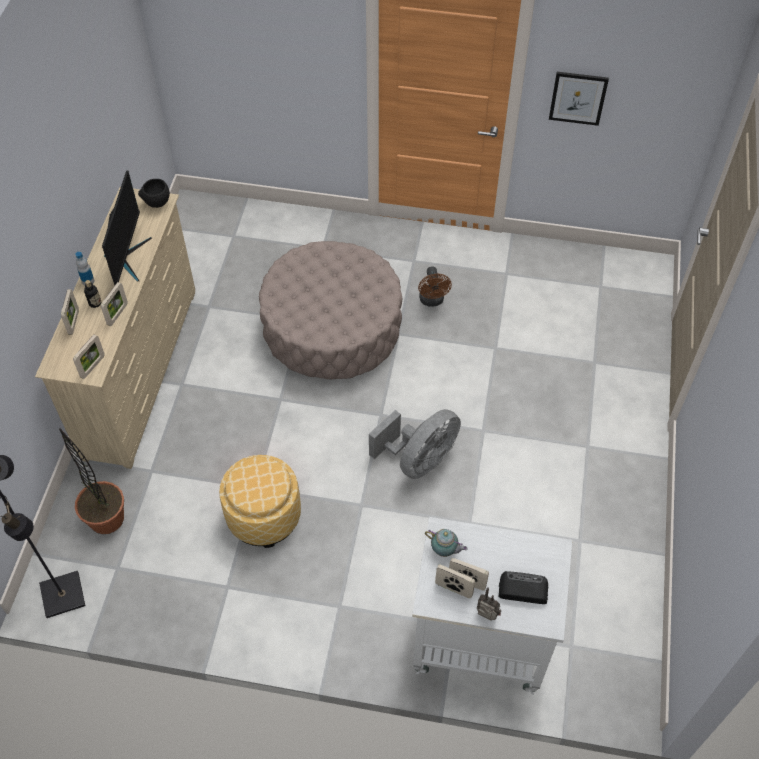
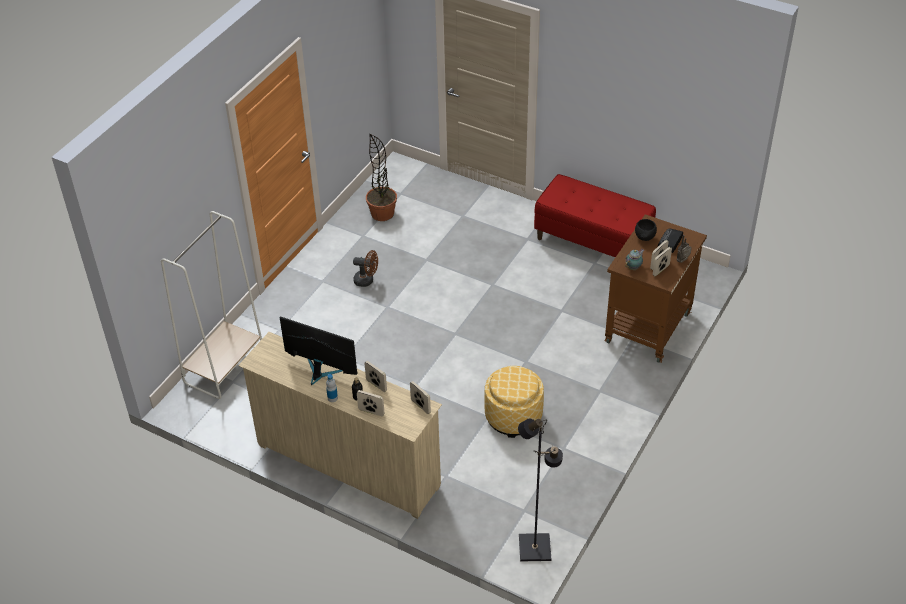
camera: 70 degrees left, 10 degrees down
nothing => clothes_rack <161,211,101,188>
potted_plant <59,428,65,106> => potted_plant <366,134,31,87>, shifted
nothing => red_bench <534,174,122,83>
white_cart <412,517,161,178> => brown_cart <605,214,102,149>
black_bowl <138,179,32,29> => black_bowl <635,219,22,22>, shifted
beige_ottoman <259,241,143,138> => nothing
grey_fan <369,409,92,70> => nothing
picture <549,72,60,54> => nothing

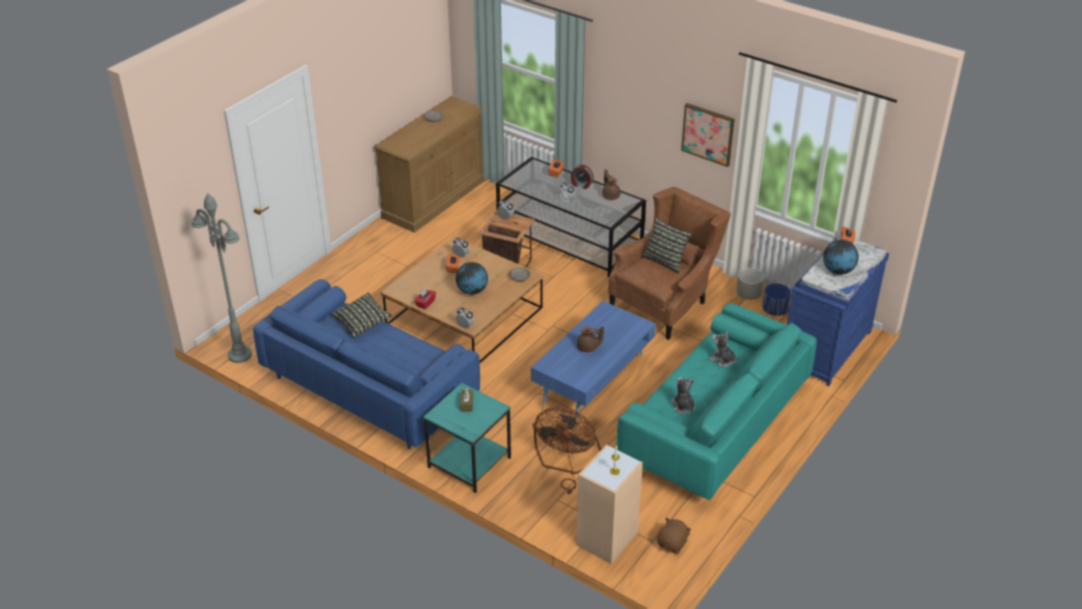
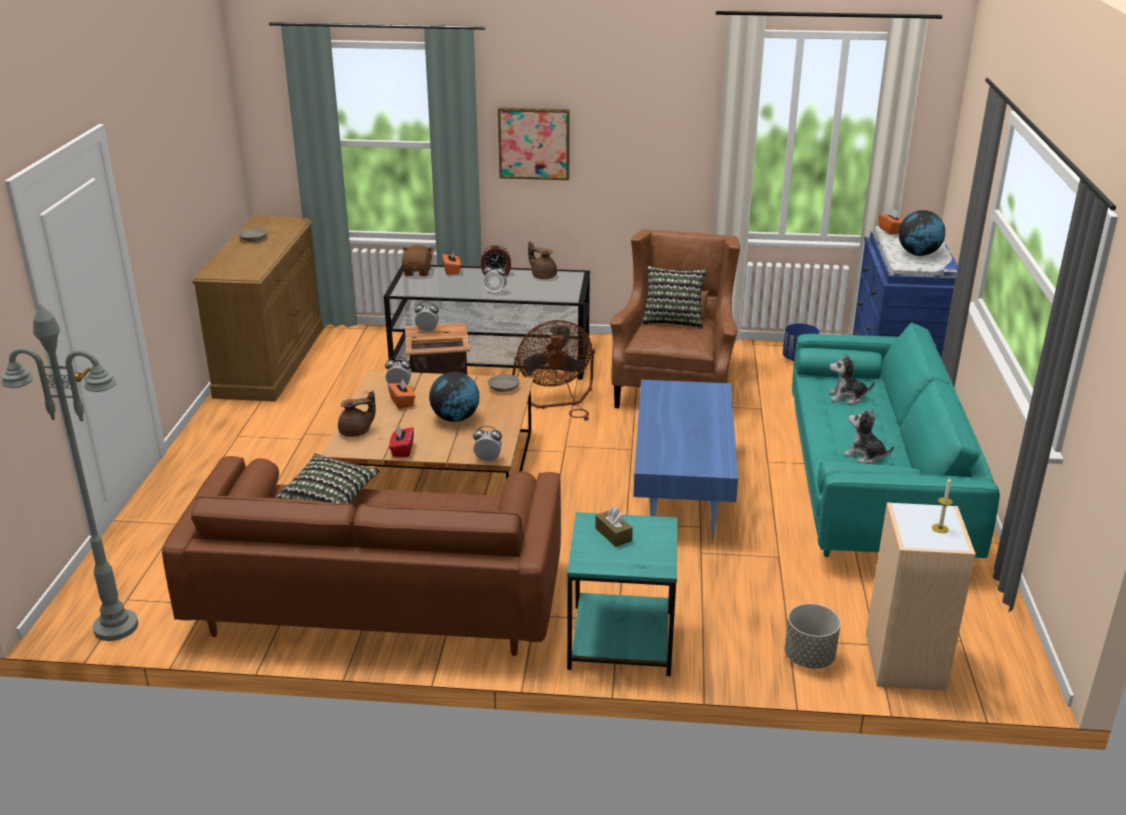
camera: 30 degrees left, 10 degrees down
blue_sofa <253,279,227,170> => brown_sofa <162,456,399,200>
brown_teapot <577,327,27,25> => brown_teapot <338,391,38,46>, shifted
brown_plush_toy <657,518,34,36> => brown_plush_toy <402,245,31,31>, shifted
picture <681,103,54,64> => picture <498,107,72,73>, shifted
brown_fan <532,407,69,87> => brown_fan <512,320,83,100>, shifted
grey_planter <736,268,28,32> => grey_planter <785,604,56,65>, shifted

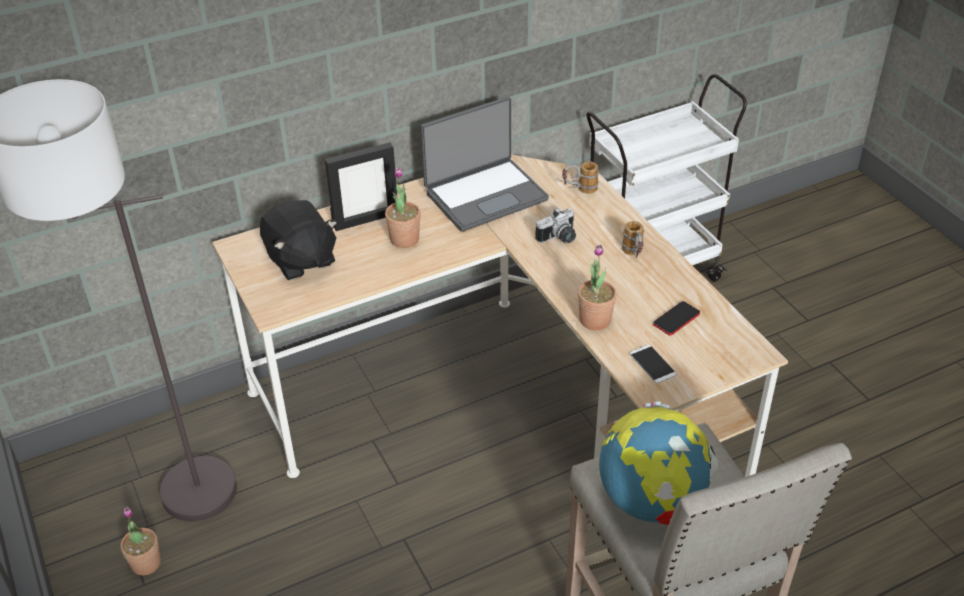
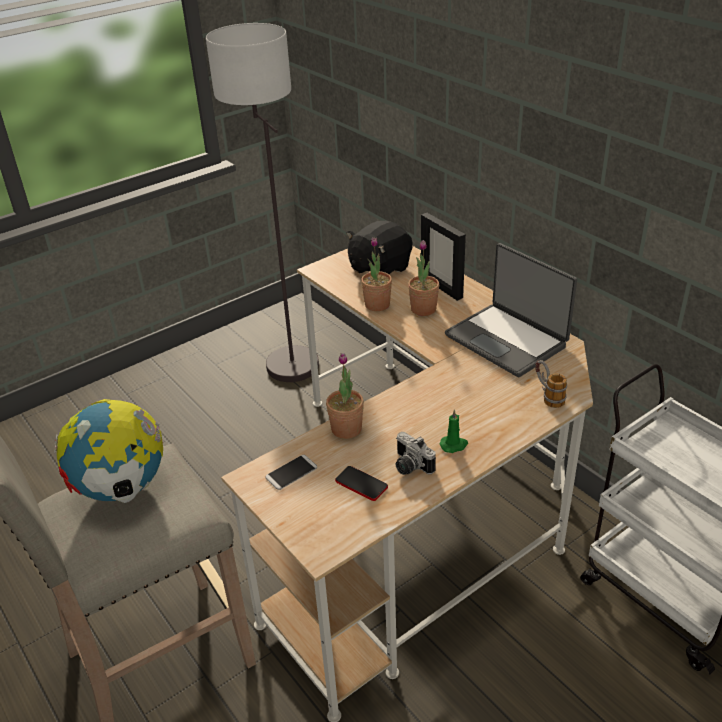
camera: 80 degrees right, 5 degrees down
potted_plant <120,506,41,69> => potted_plant <361,237,31,74>, shifted
photo_camera <535,208,41,35> => photo_camera <395,432,41,43>, shifted
mug <622,221,22,37> => green_candle <440,409,28,44>

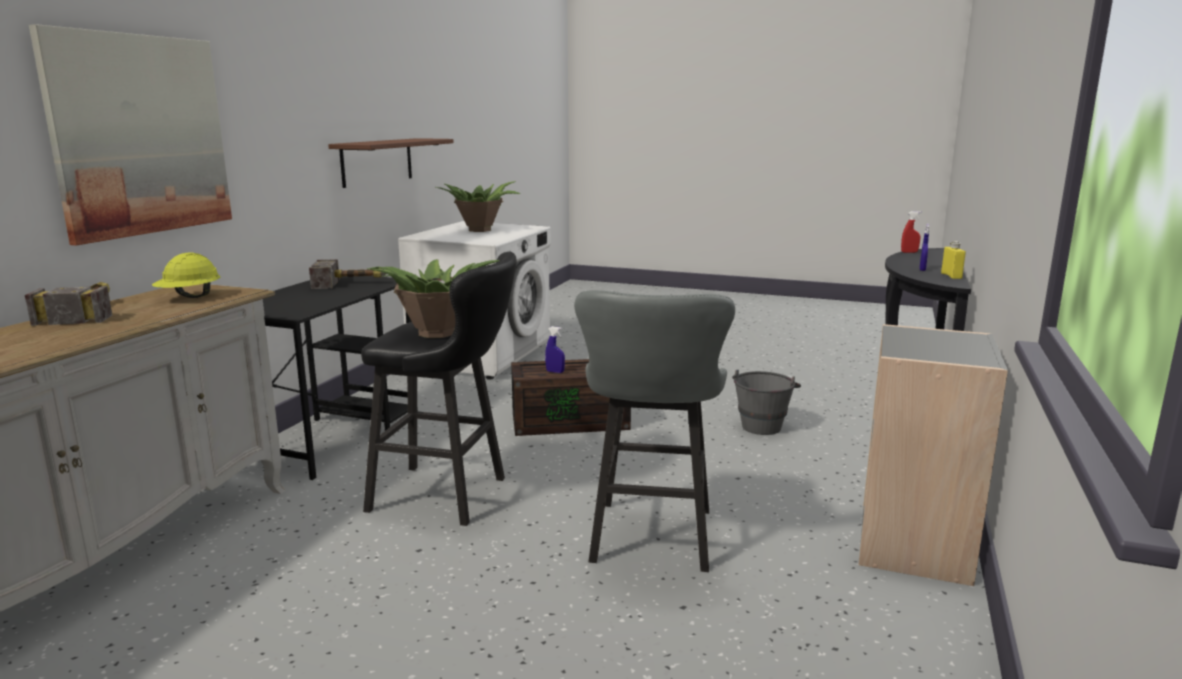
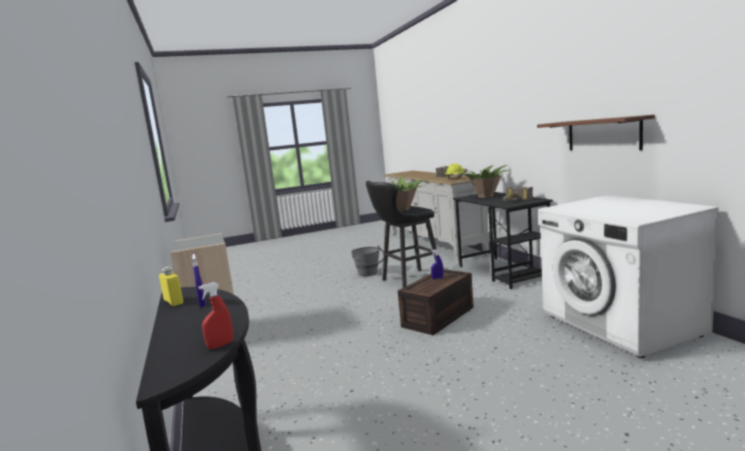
camera: 140 degrees right, 5 degrees down
grey_bucket <732,370,69,65> => grey_bucket <351,245,33,31>, shifted
potted_plant <436,181,84,51> => potted_plant <459,165,50,33>, shifted
picture <29,24,203,222> => nothing
grey_stool <574,290,161,282> => nothing

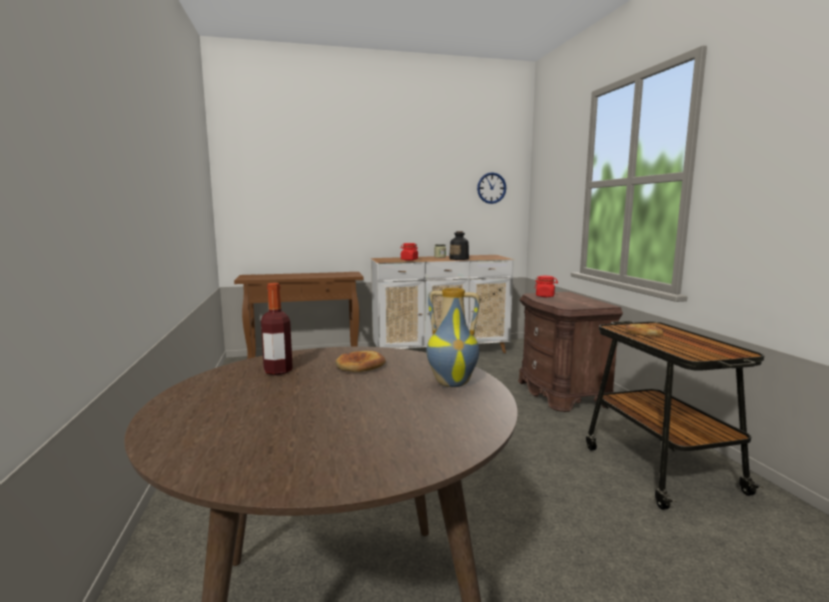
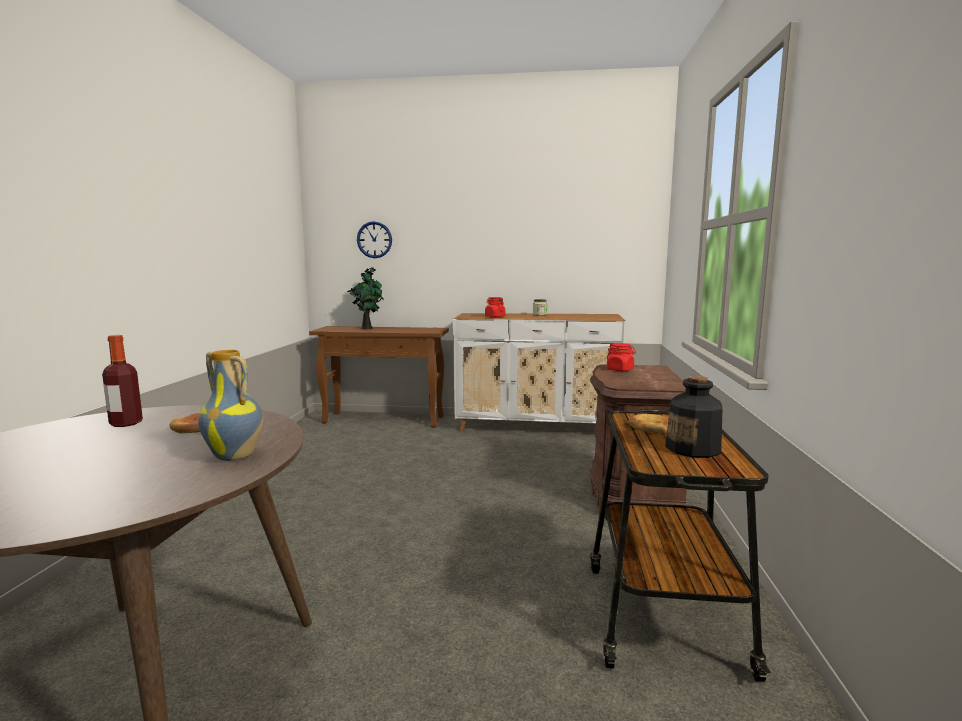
camera: 20 degrees right, 0 degrees up
nothing => potted_plant <347,268,37,61>
wall_clock <477,172,29,32> => wall_clock <357,221,35,37>, shifted
bottle <449,231,20,29> => bottle <665,376,57,82>, shifted

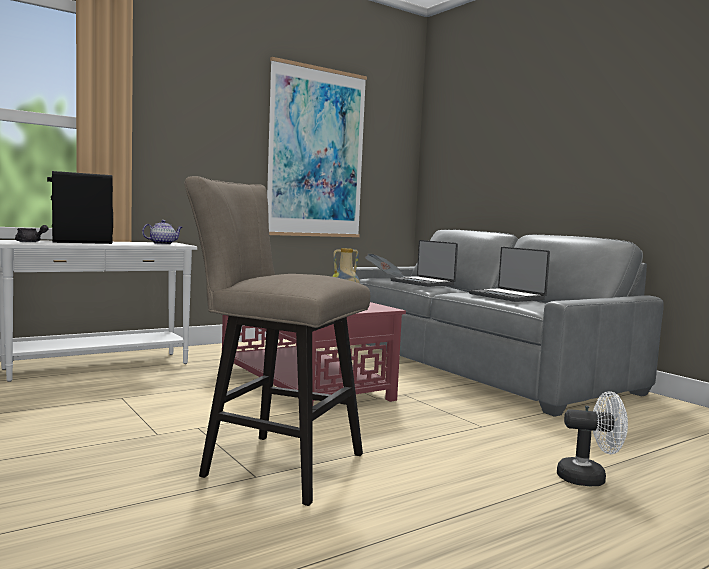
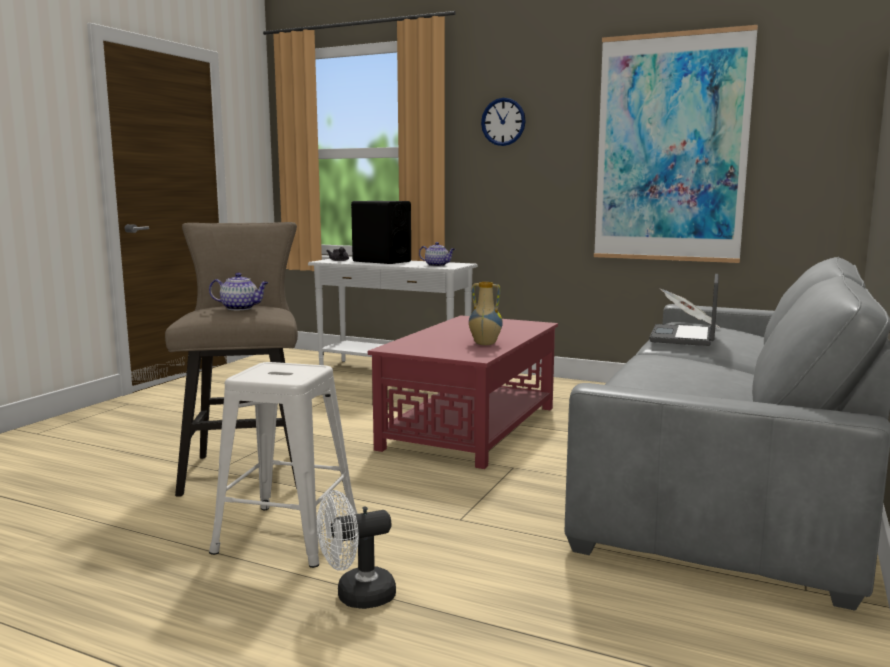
camera: 60 degrees right, 5 degrees up
nothing => teapot <209,273,59,37>
nothing => white_stool <209,362,149,206>
white_fan <557,391,71,95> => white_fan <317,490,79,119>, 90 degrees clockwise
nothing => wall_clock <481,98,45,48>
laptop <469,247,81,55> => nothing

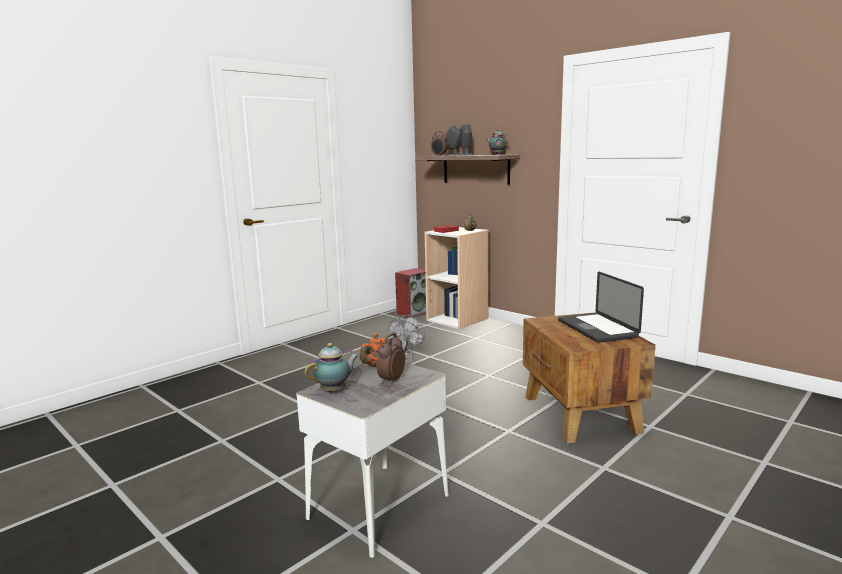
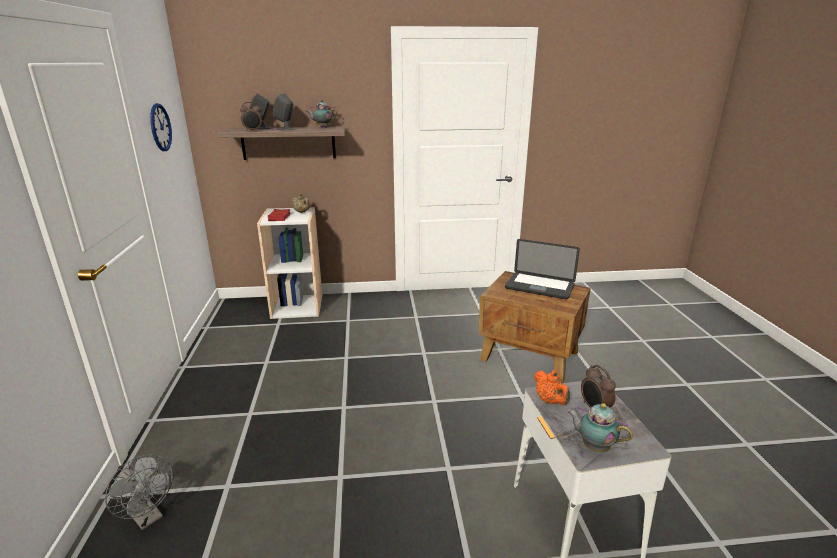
camera: 50 degrees left, 10 degrees up
grey_fan <386,315,39,48> => grey_fan <105,454,68,76>, shifted
nothing => wall_clock <150,103,22,48>
teapot <304,343,55,50> => teapot <567,403,66,49>, 60 degrees counterclockwise
speaker <395,268,31,50> => nothing

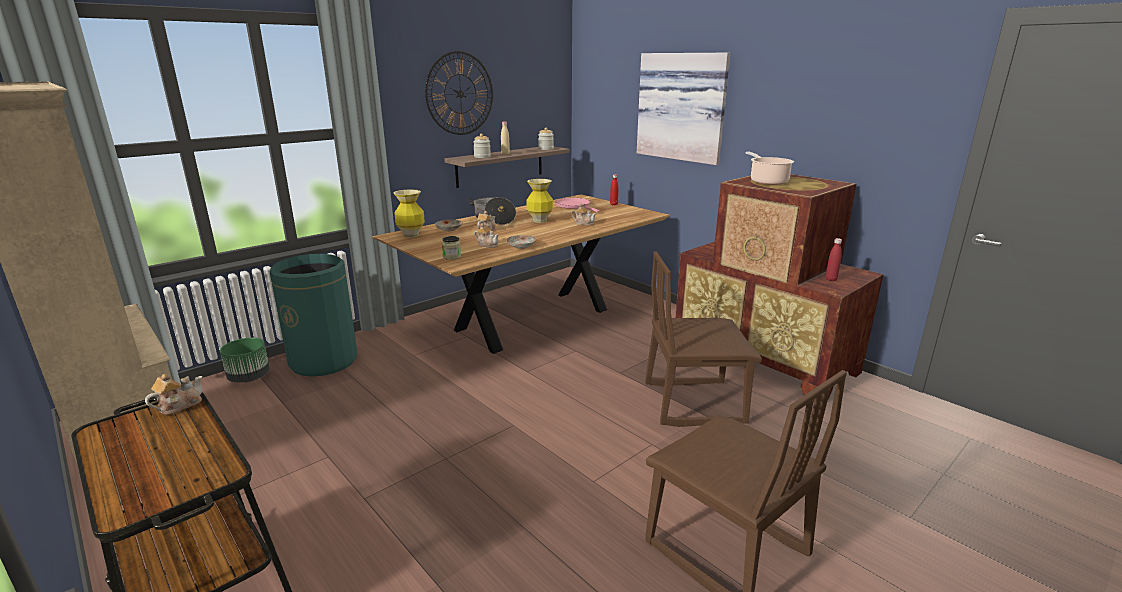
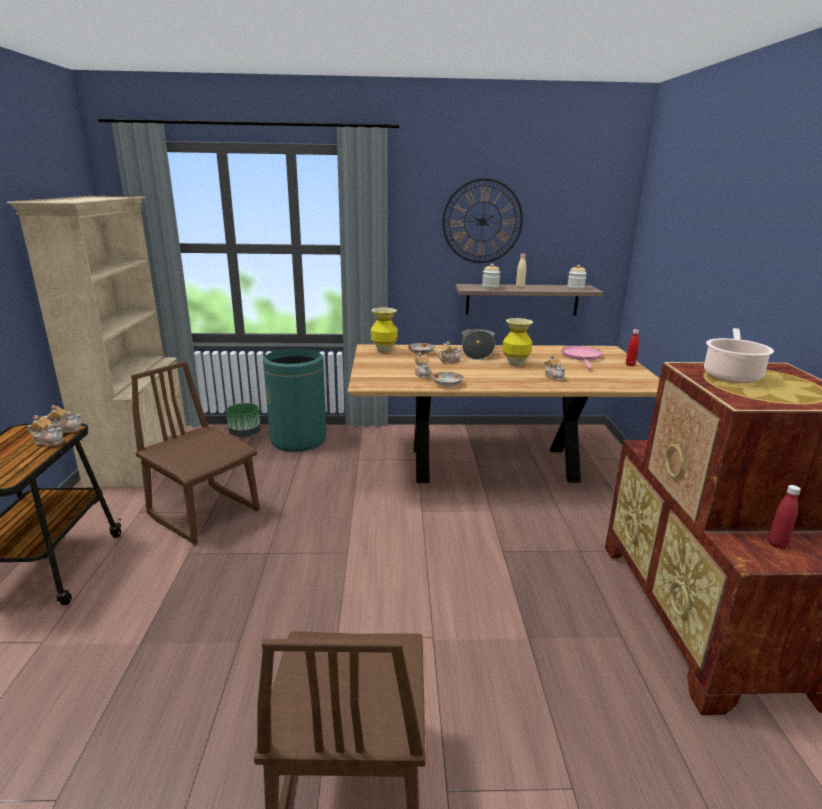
camera: 40 degrees right, 0 degrees up
nothing => teapot <27,415,37,31>
brown_chair <645,251,117,176> => brown_chair <131,361,129,184>, shifted
jar <442,236,19,24> => nothing
picture <637,53,93,112> => nothing

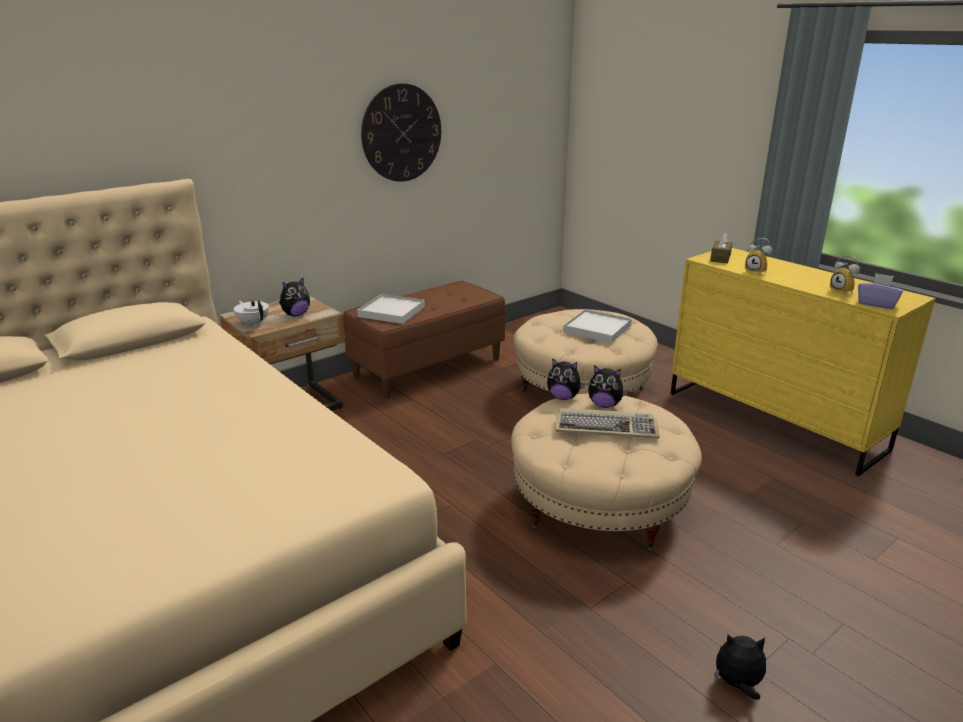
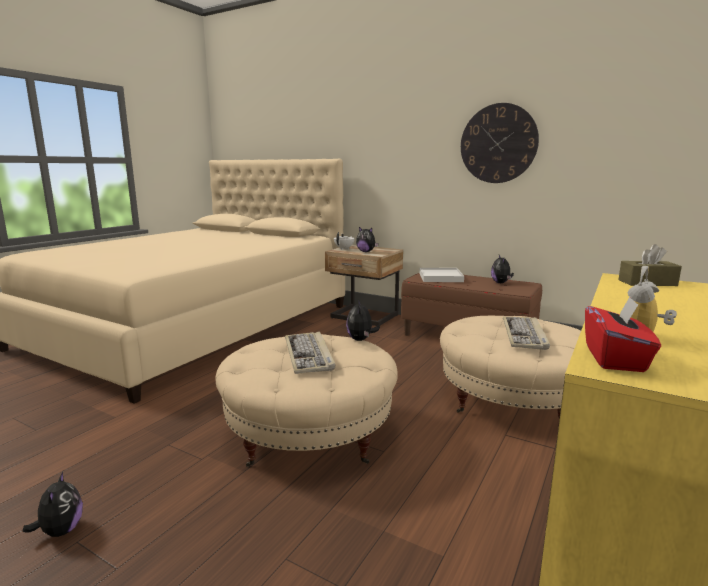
camera: 70 degrees right, 10 degrees down
plush_toy <588,365,40,43> => plush_toy <491,255,23,28>, shifted
white_tray <563,309,69,34> => keyboard <503,317,47,33>
purple_tissue_box <858,273,45,37> => red_tissue_box <585,297,76,75>
alarm_clock <745,238,27,35> => nothing

